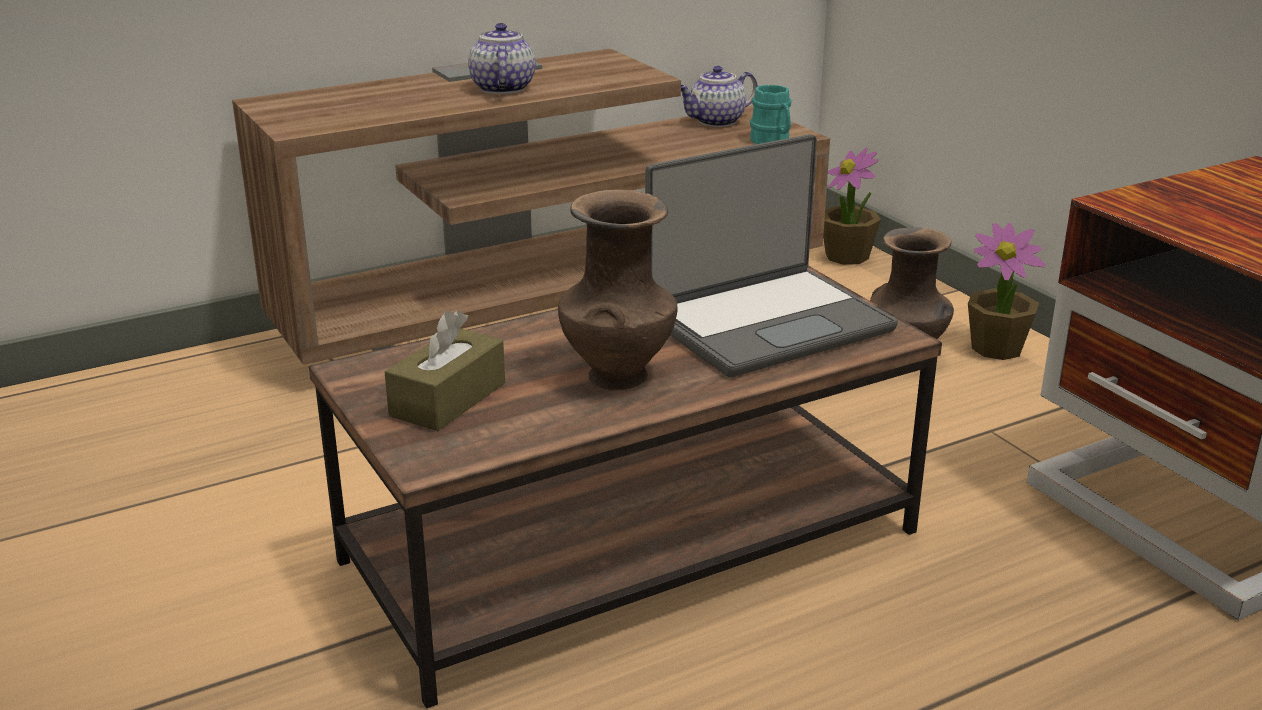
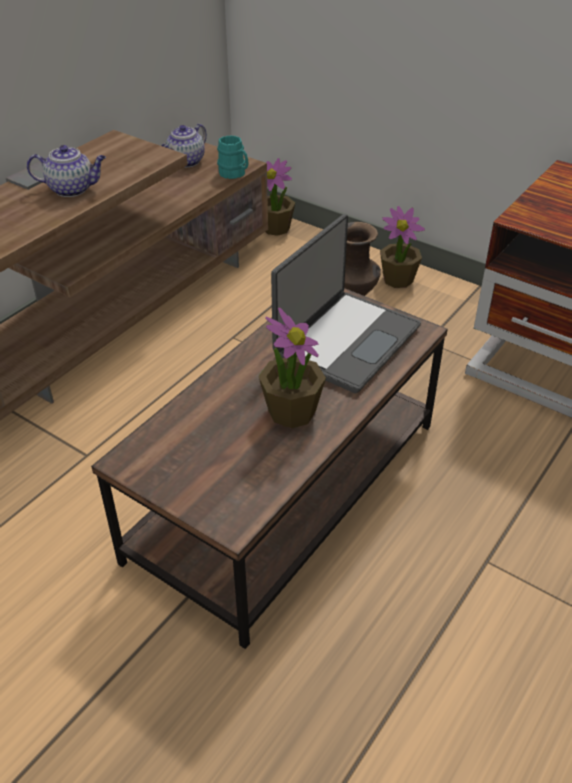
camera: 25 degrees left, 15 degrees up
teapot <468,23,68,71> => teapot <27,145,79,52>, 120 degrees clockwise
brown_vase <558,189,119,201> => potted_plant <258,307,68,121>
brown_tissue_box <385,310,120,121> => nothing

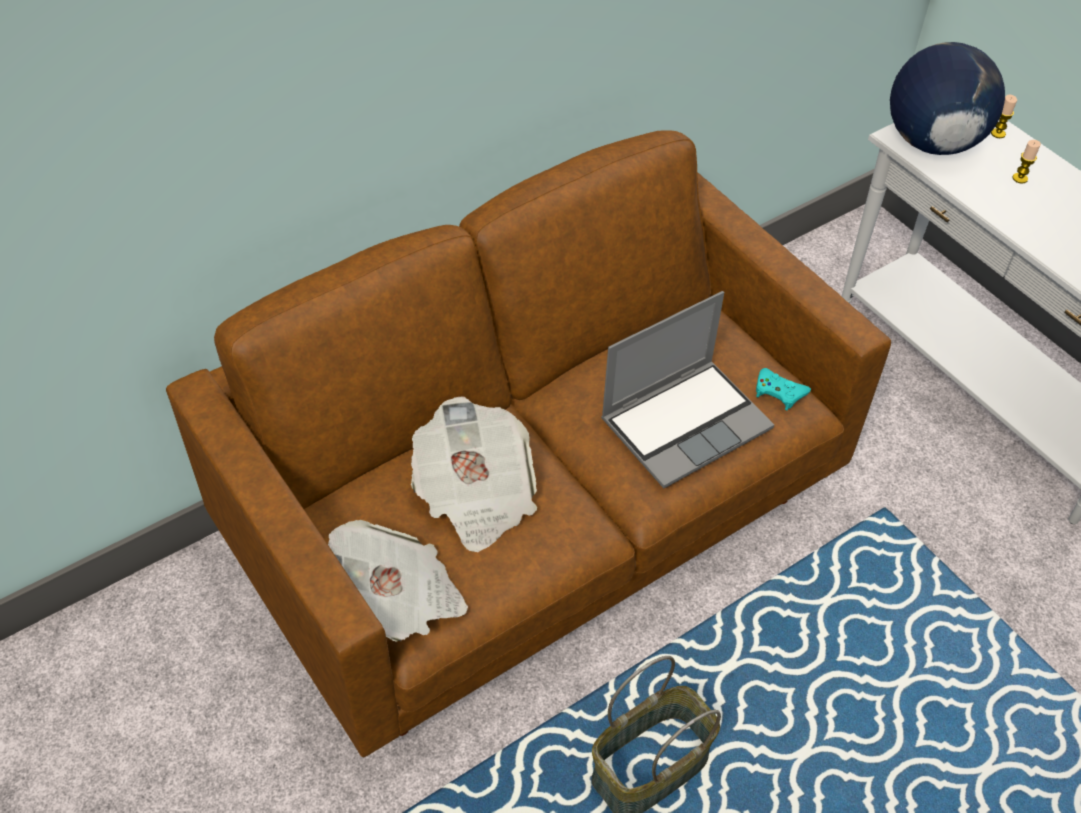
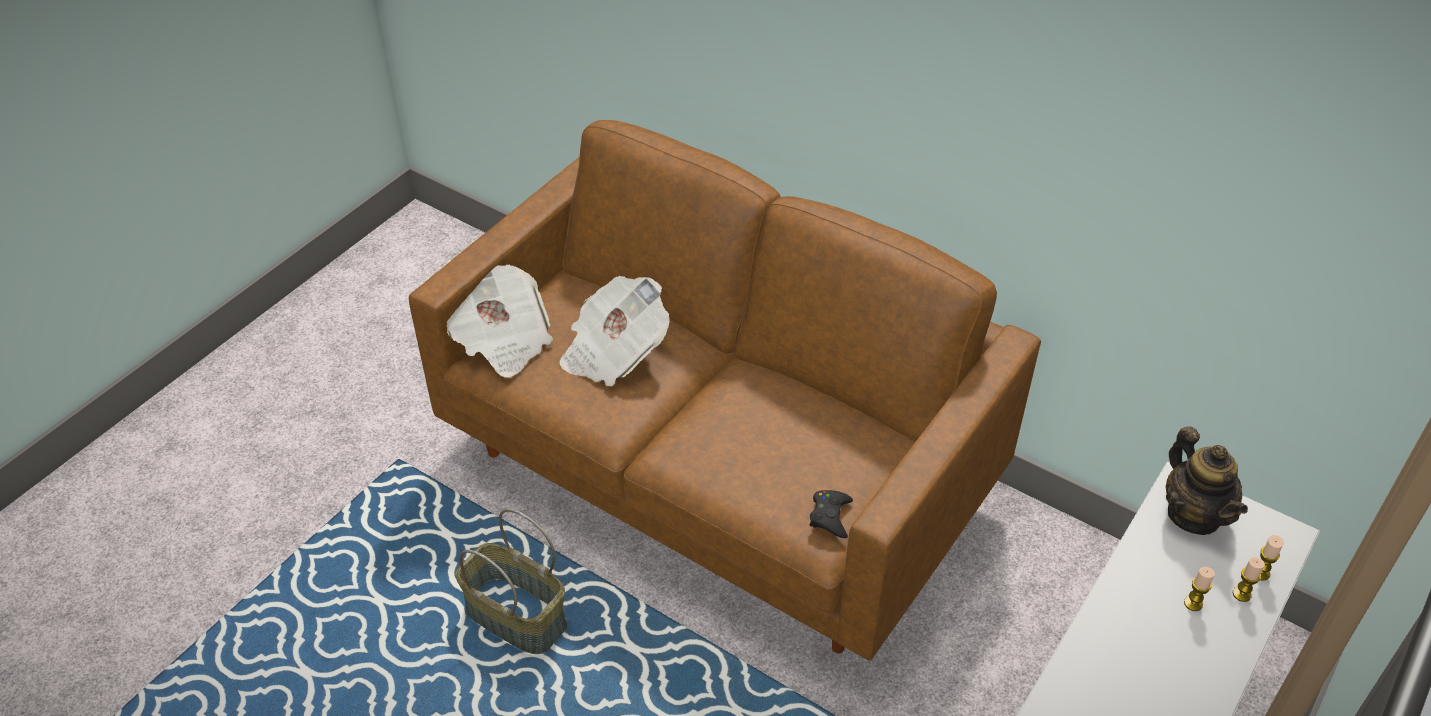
camera: 70 degrees right, 5 degrees down
turquoise_game_controller <756,368,55,42> => black_game_controller <809,490,44,48>
globe <890,42,115,113> => teapot <1166,427,82,108>
nothing => candle <1233,557,32,45>
laptop <601,291,173,197> => nothing

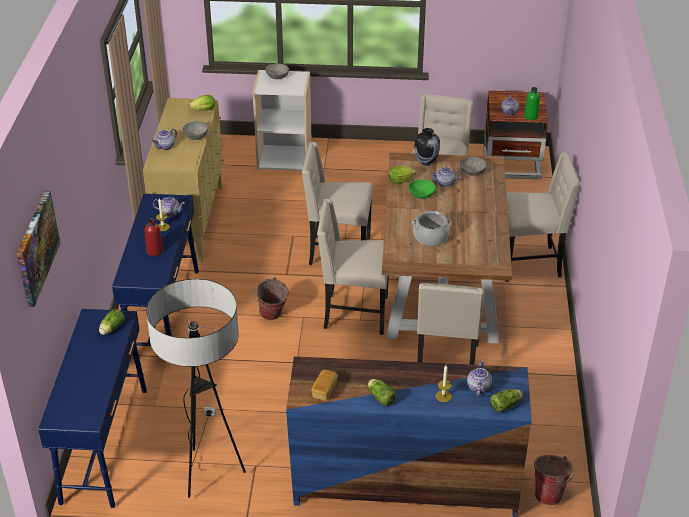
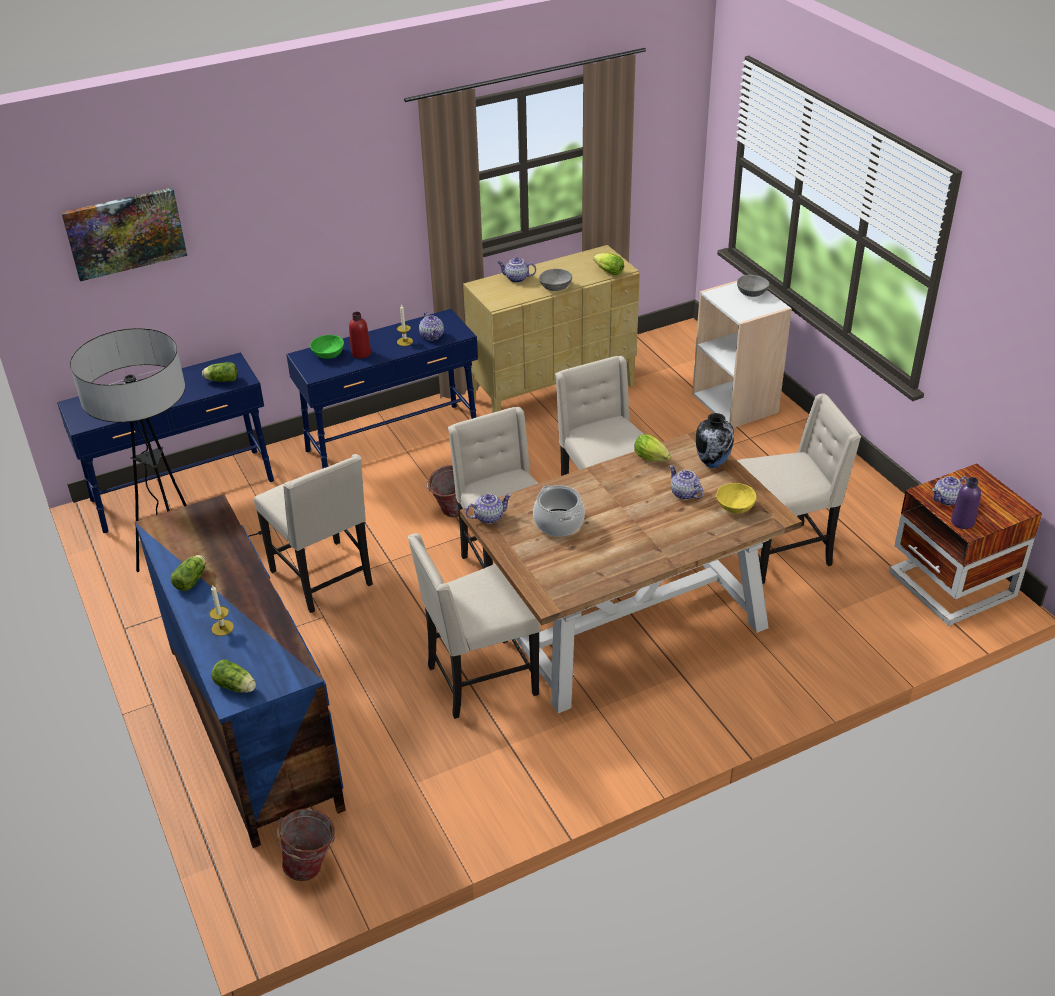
camera: 60 degrees right, 0 degrees up
beige_chair <505,153,75,129> => beige_chair <254,454,119,159>, shifted
green_bowl <408,179,28,20> => green_bowl <310,335,34,24>, shifted
teapot <467,360,25,36> => teapot <465,494,47,30>, shifted
grey_bowl <460,156,27,19> => yellow_bowl <716,483,40,31>
green_bottle <524,87,16,33> => purple_bottle <951,477,30,52>
bread <312,370,26,31> => nothing

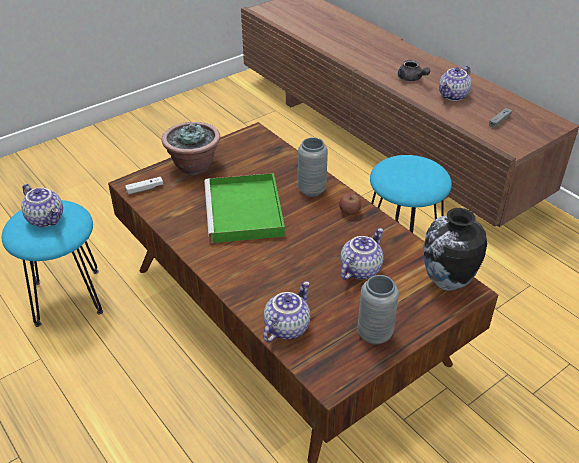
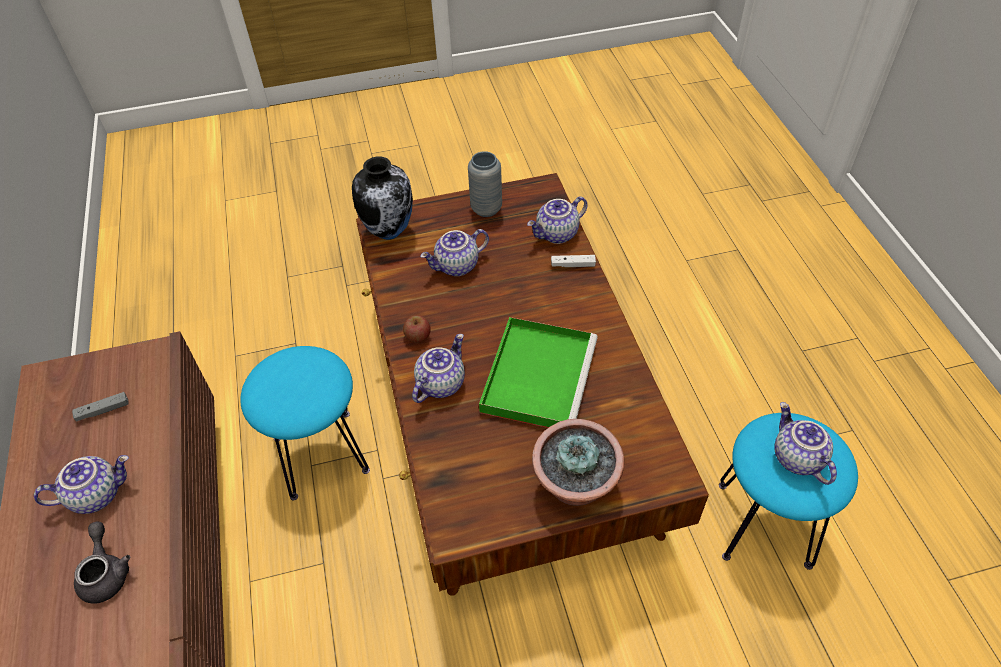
camera: 155 degrees left, 10 degrees up
grey_vase <298,137,30,60> => teapot <412,334,53,69>
white_game_controller <125,177,38,18> => white_game_controller <551,255,45,12>, shifted

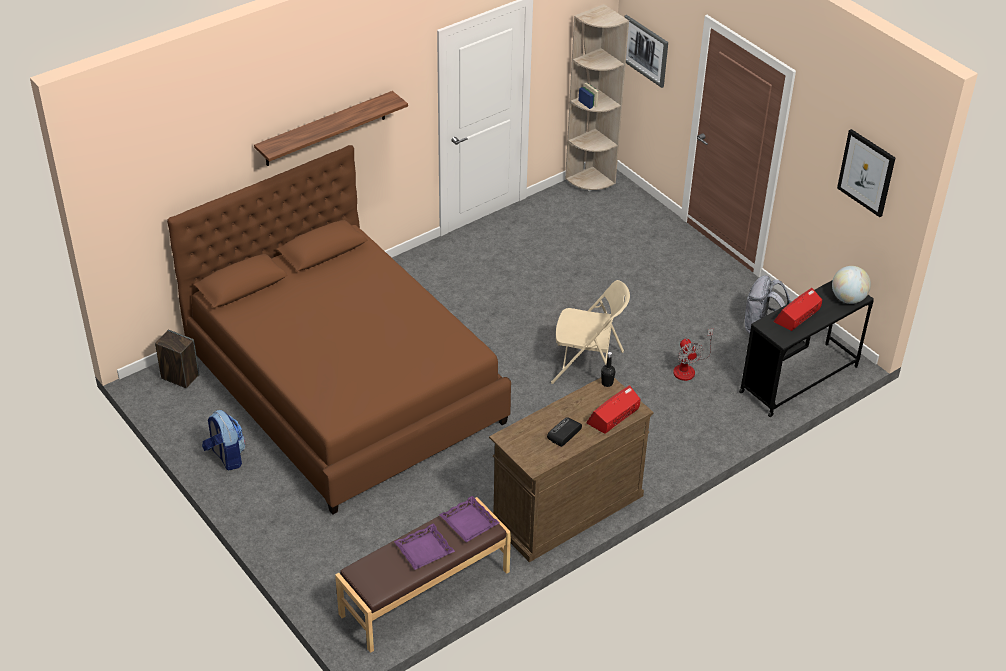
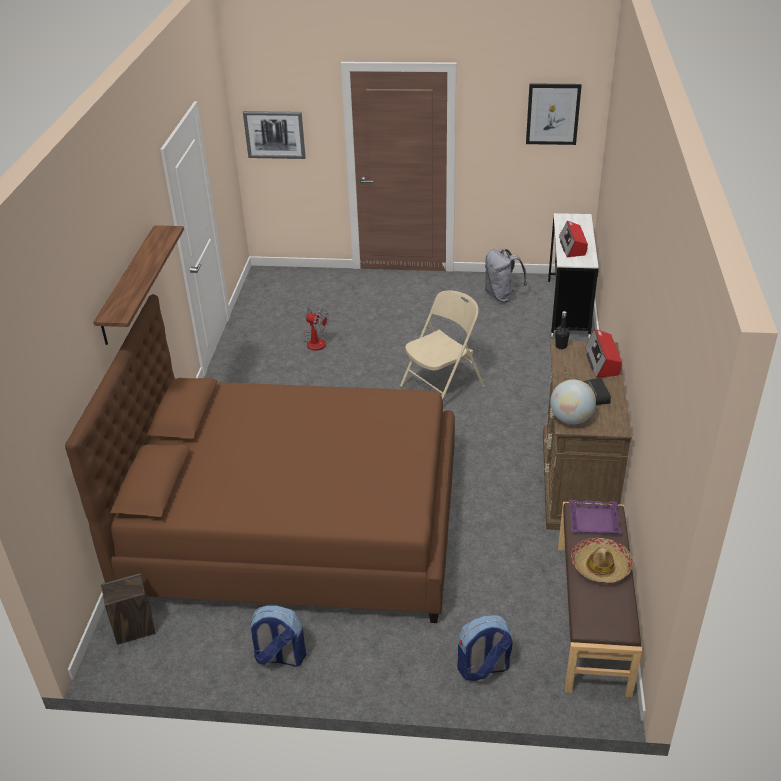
camera: 45 degrees left, 5 degrees down
fan <673,329,40,52> => fan <304,304,25,47>, shifted
nothing => backpack <457,615,56,66>
black_desk <739,280,135,137> => white_desk <548,213,51,125>
globe <832,266,39,38> => globe <550,380,46,45>, shifted
purple_tray <394,523,61,47> => hat <571,538,62,46>
beige_bookcase <565,4,64,187> => nothing

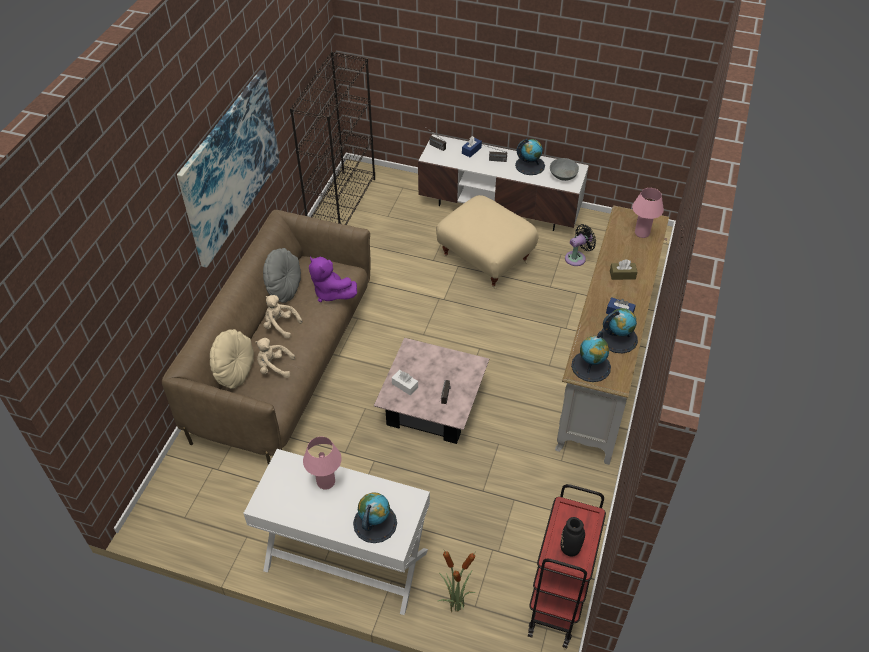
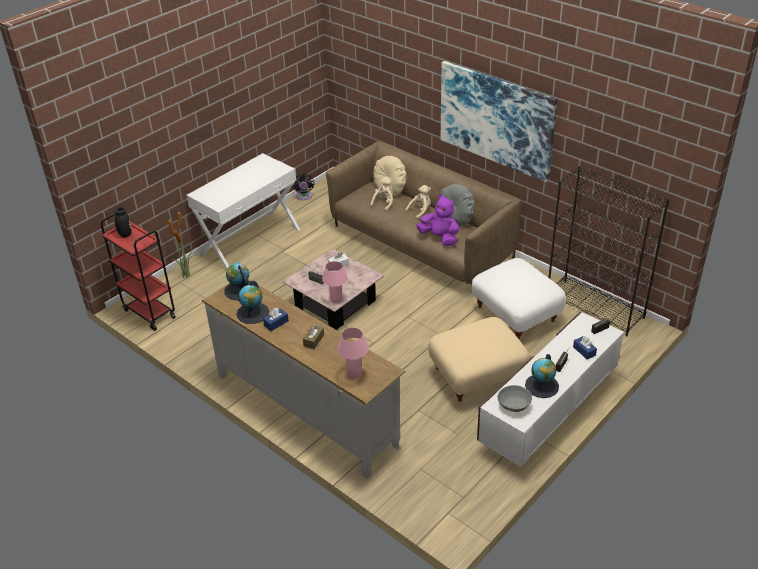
camera: 115 degrees right, 10 degrees down
black_fan <565,224,31,42> => black_fan <292,174,22,26>, shifted
pink_table_lamp <303,437,39,53> => pink_table_lamp <322,261,26,42>, shifted
purple_plush_toy <309,257,48,45> => purple_plush_toy <416,194,43,52>, 60 degrees clockwise
nothing => white_ottoman <472,258,94,82>
globe <353,492,44,51> => nothing

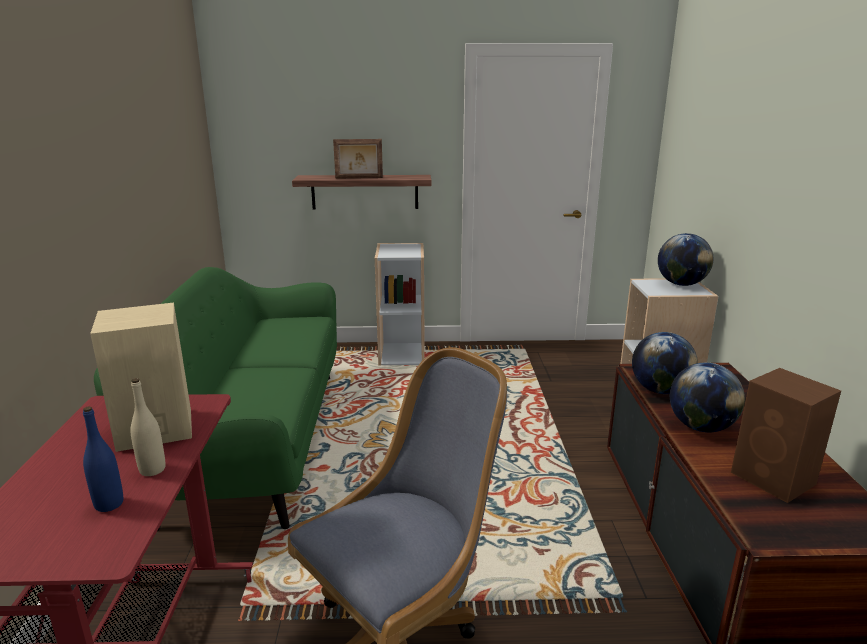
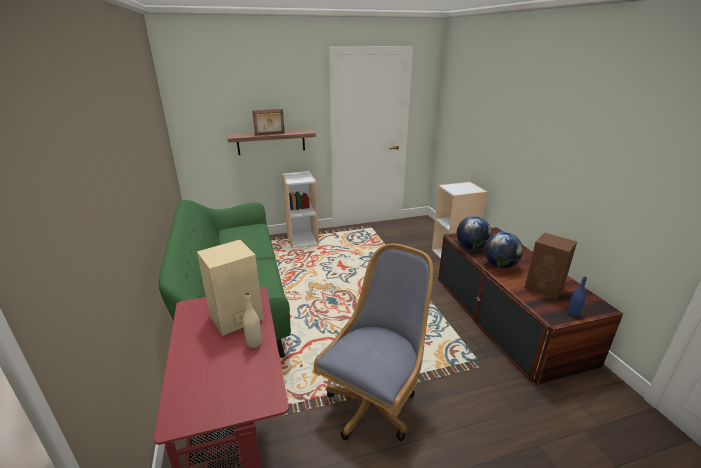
camera: 15 degrees left, 5 degrees up
blue_bottle <83,406,40,106> => blue_bottle <568,276,19,41>, shifted
globe <658,233,55,53> => nothing

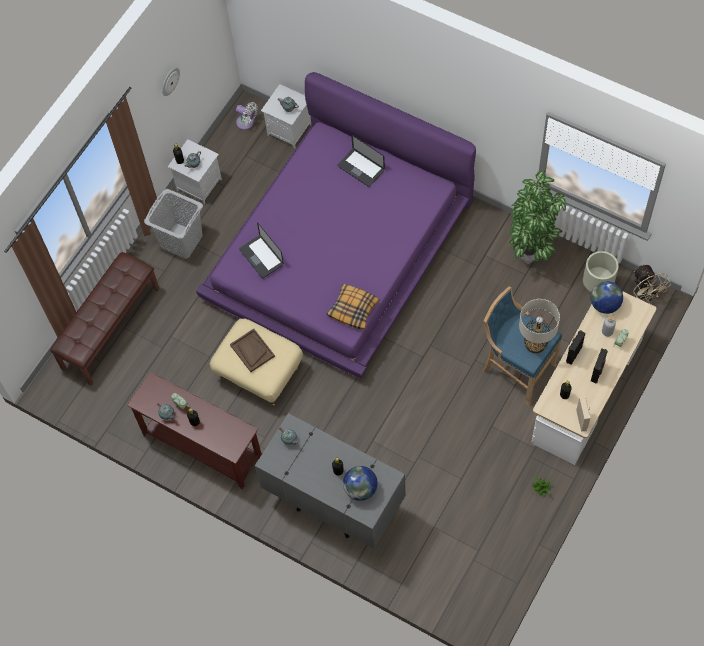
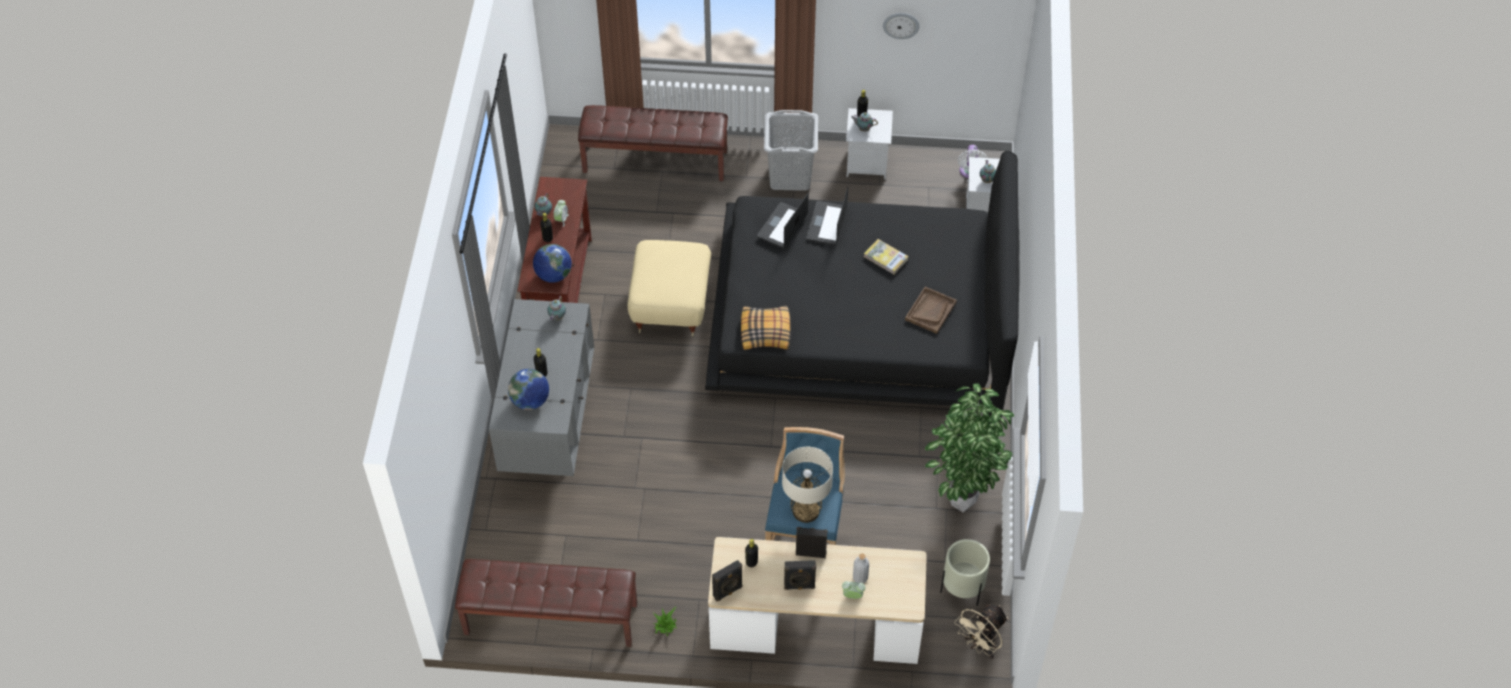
camera: 60 degrees right, 10 degrees down
nothing => brown_bench <455,559,182,88>
globe <591,281,32,33> => globe <533,244,39,39>, shifted
purple_bed <196,72,280,306> => black_bed <705,151,315,266>
beige_speaker <576,396,15,36> => black_speaker <712,560,31,42>
laptop <338,135,47,52> => laptop <806,187,42,58>, shifted
nothing => book <864,239,44,35>
brown_tray <230,329,45,43> => brown_tray <905,287,52,47>, shifted

